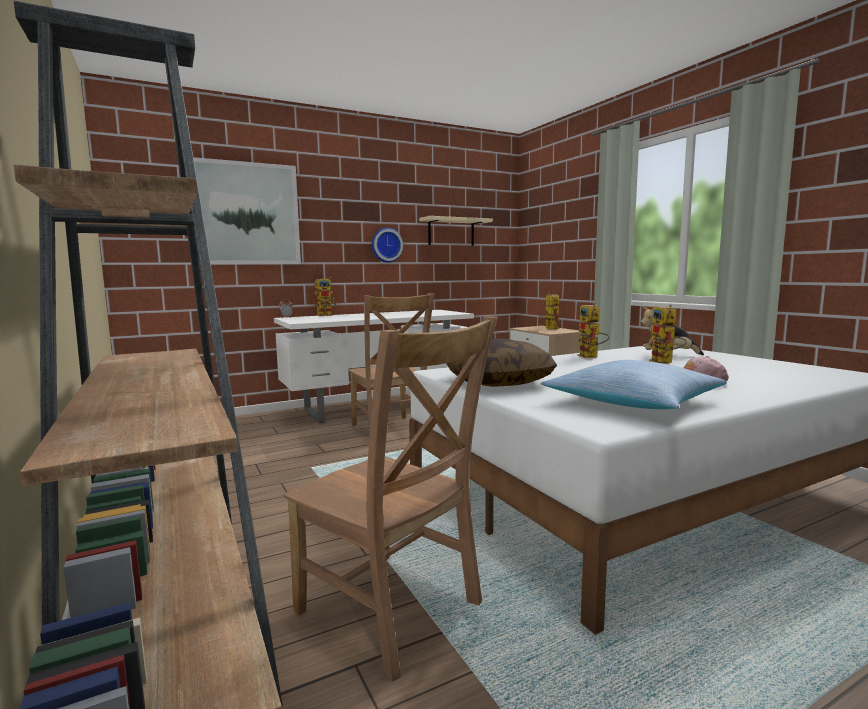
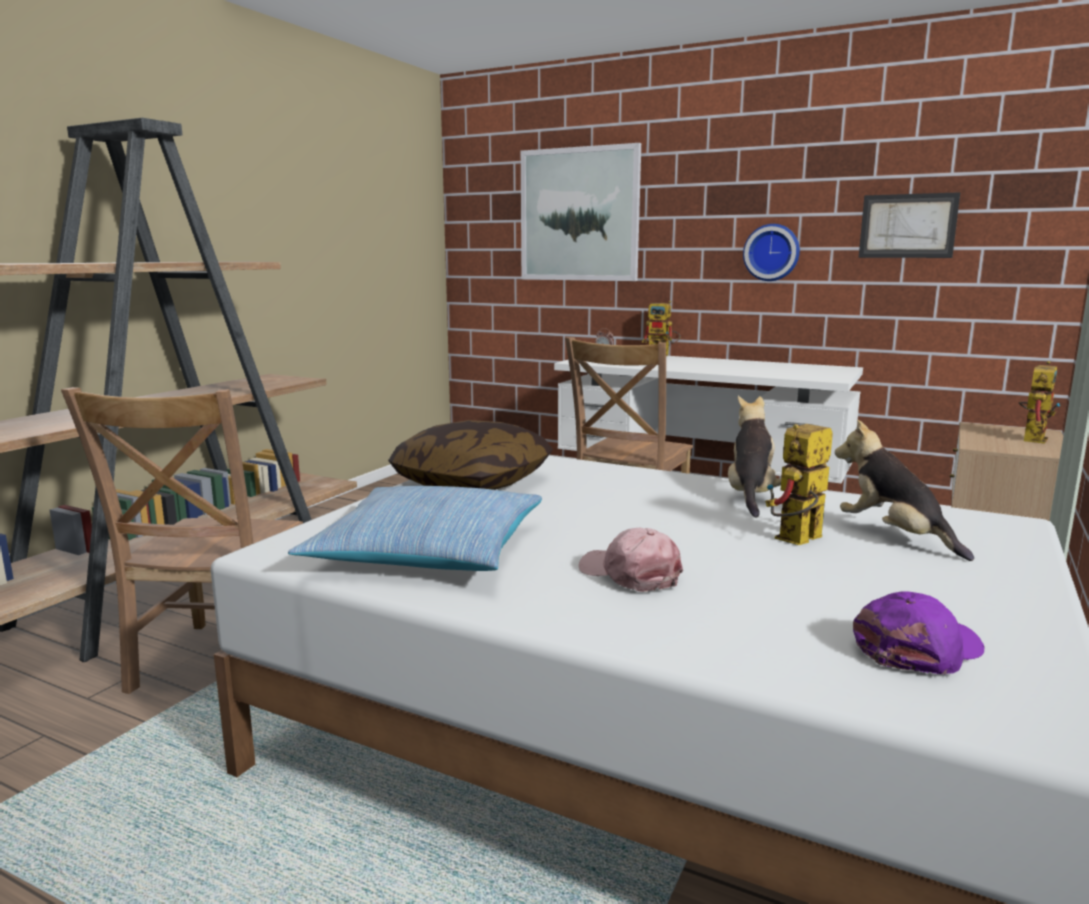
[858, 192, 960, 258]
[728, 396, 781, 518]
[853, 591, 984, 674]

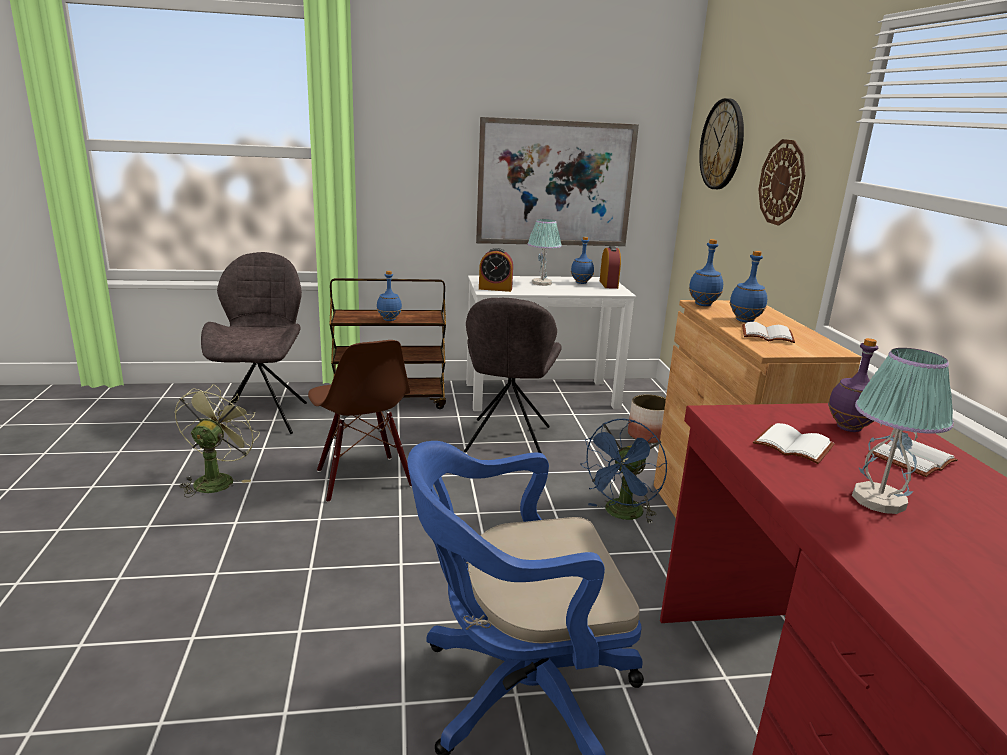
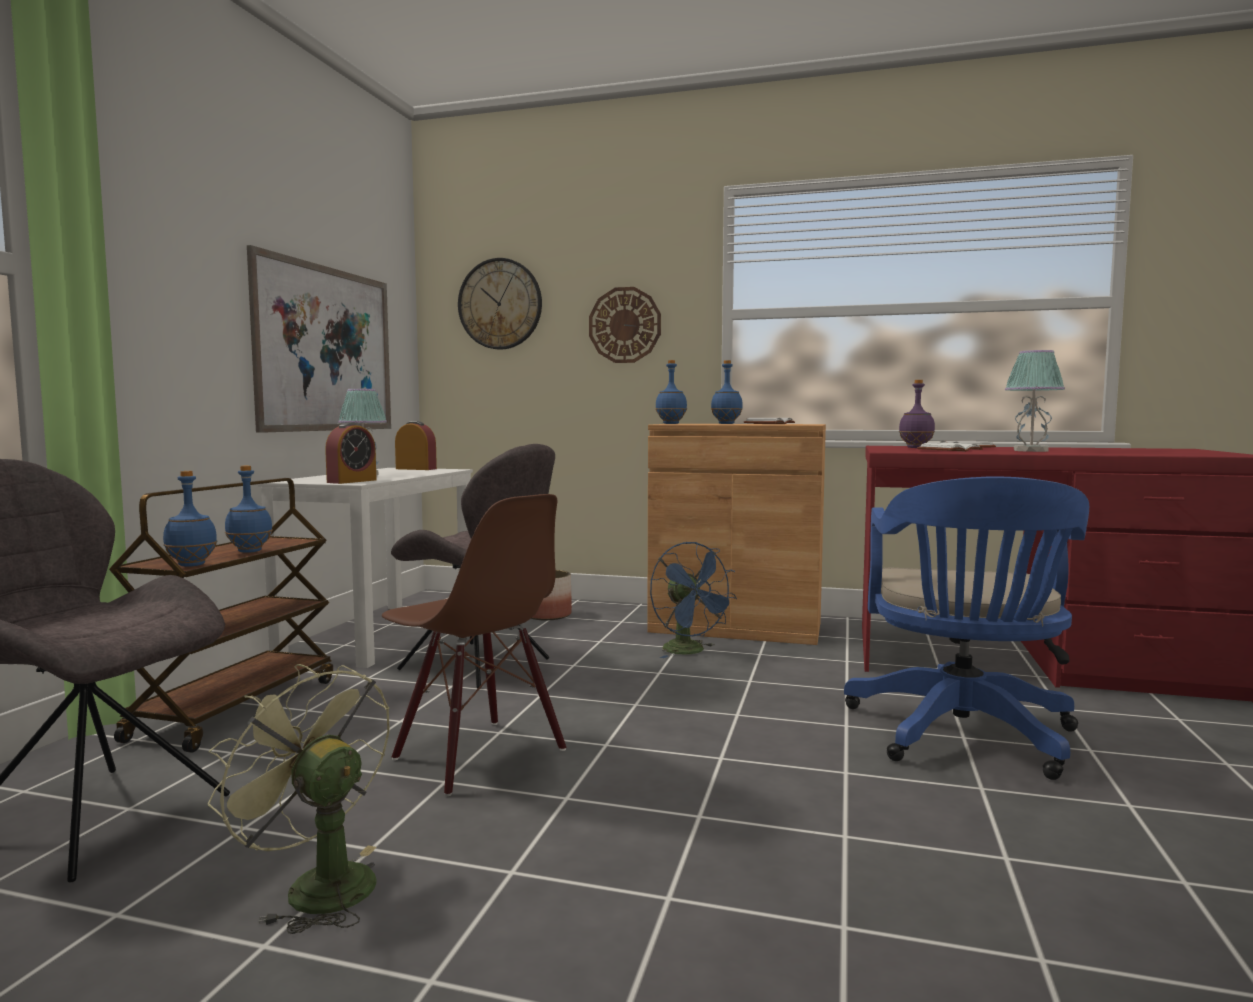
[163, 471, 217, 567]
[382, 494, 566, 796]

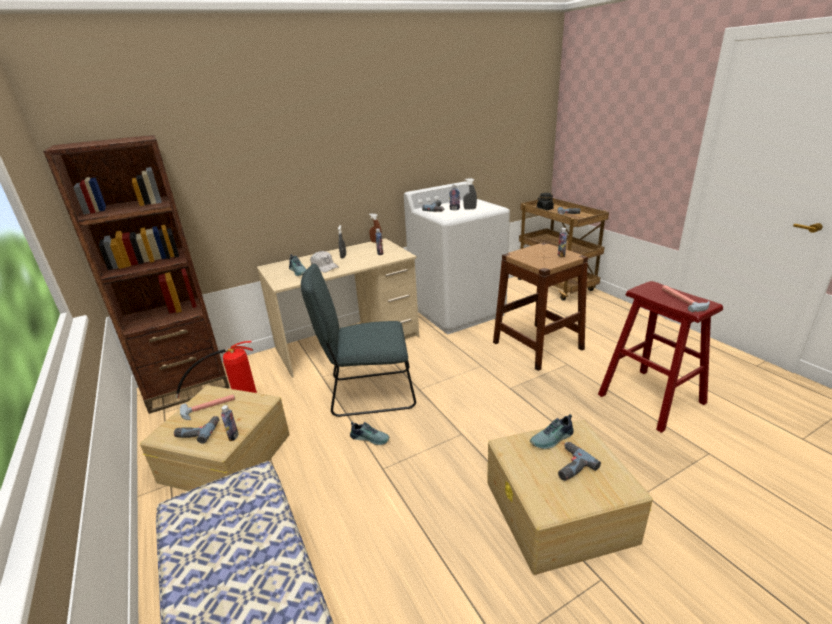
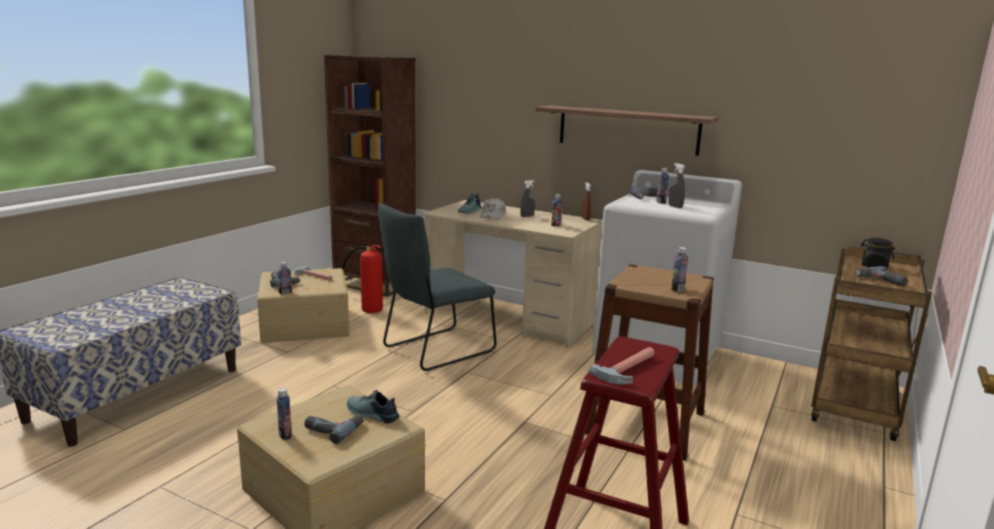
[378, 203, 497, 371]
[350, 421, 390, 445] (first image)
[535, 105, 719, 156]
[277, 388, 292, 440]

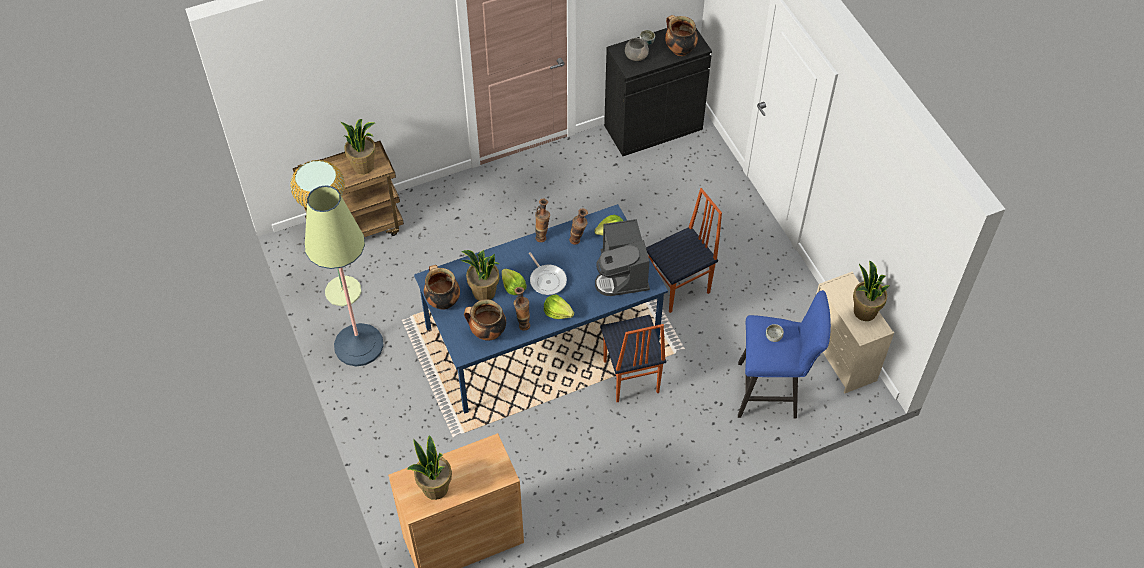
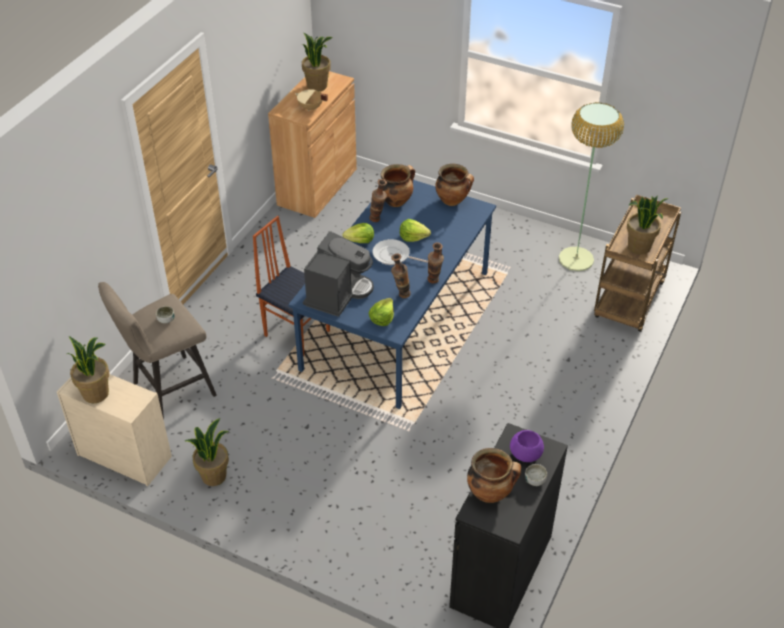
[510, 430, 544, 462]
[305, 185, 384, 367] (first image)
[646, 188, 722, 313] (first image)
[303, 231, 374, 317]
[185, 418, 229, 486]
[98, 282, 217, 419]
[295, 89, 328, 111]

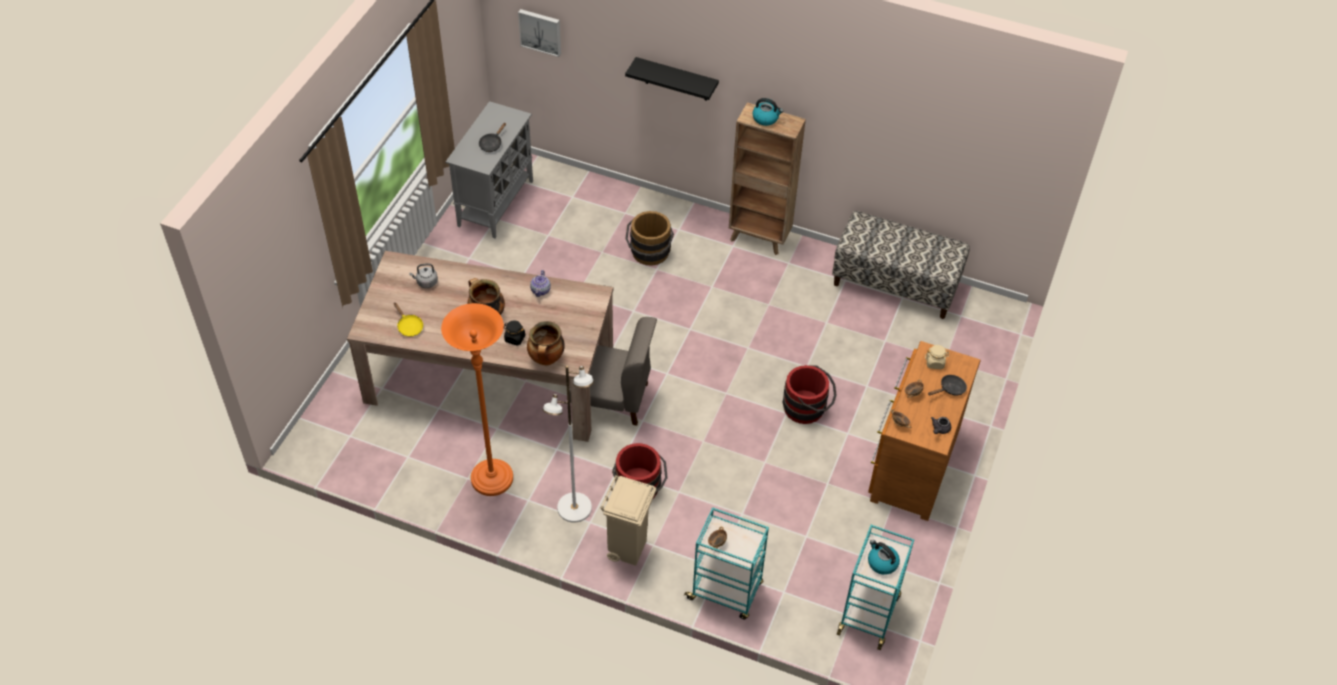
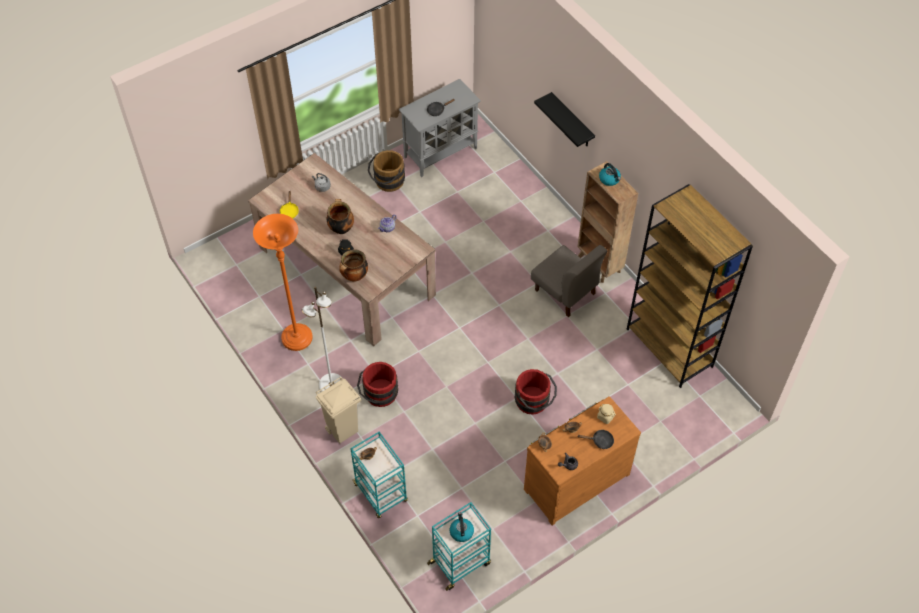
[518, 9, 561, 57] (first image)
[368, 150, 405, 192]
[627, 184, 753, 388]
[531, 245, 607, 317]

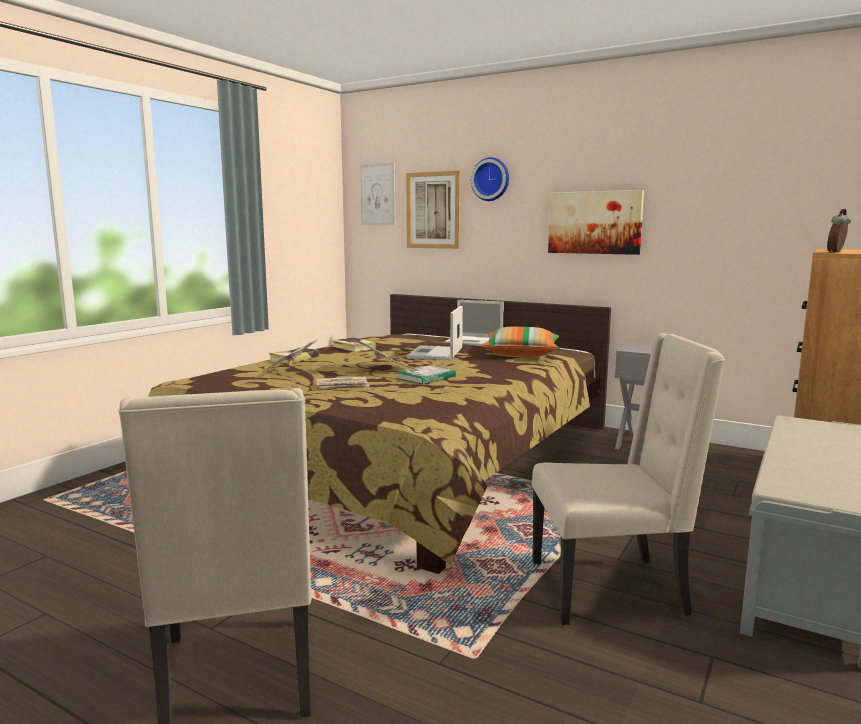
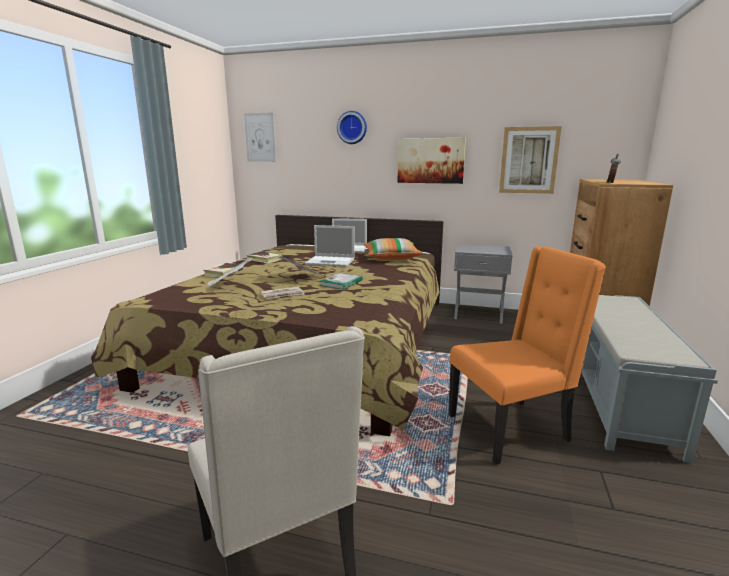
[499, 126, 562, 194]
[305, 225, 355, 267]
[449, 246, 606, 464]

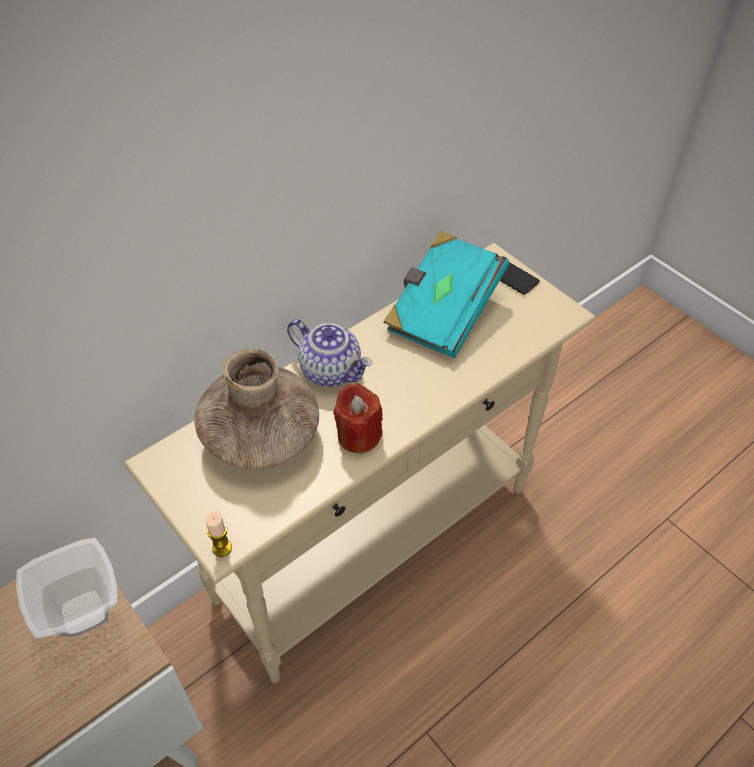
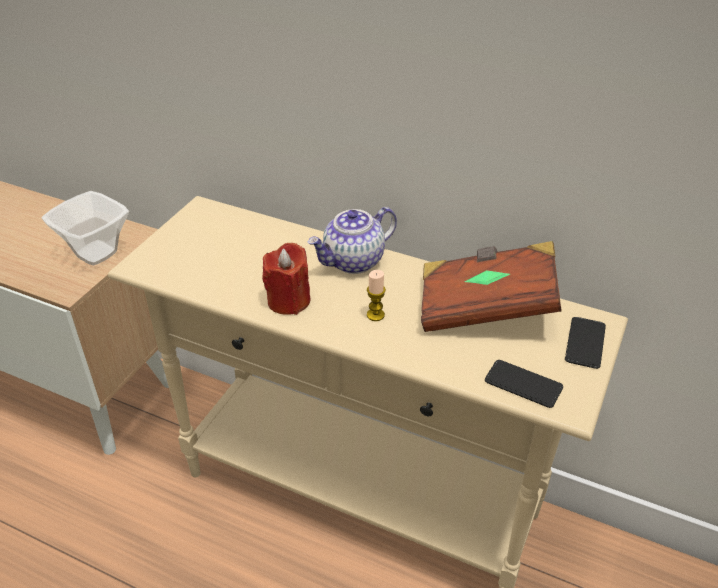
[421, 241, 562, 332]
[308, 207, 397, 274]
[194, 349, 319, 469] (first image)
[367, 270, 386, 321]
[485, 360, 563, 408]

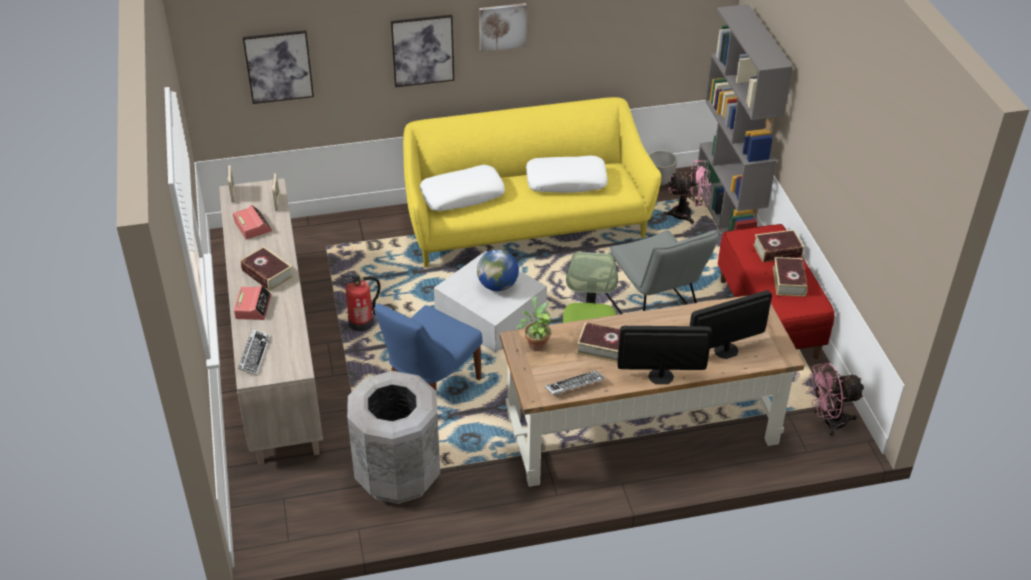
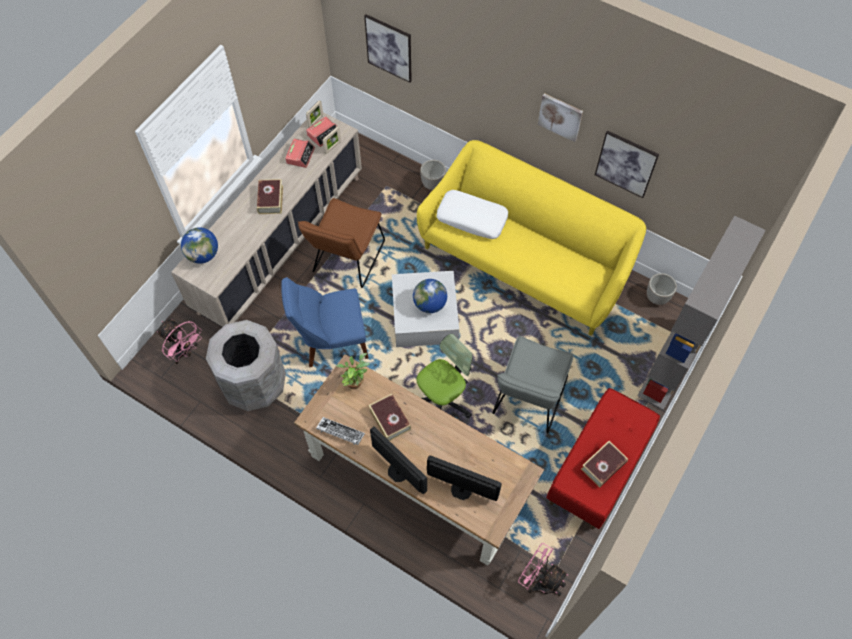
[595, 130, 659, 198]
[526, 156, 608, 193] (first image)
[157, 319, 202, 364]
[753, 230, 804, 262] (first image)
[298, 198, 385, 288]
[306, 117, 337, 147]
[181, 227, 218, 264]
[420, 160, 446, 190]

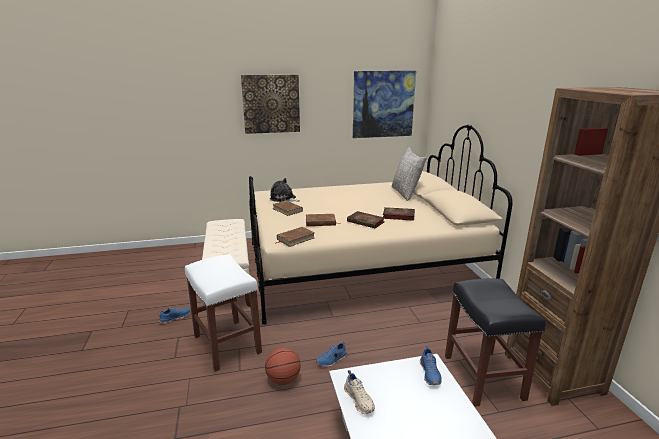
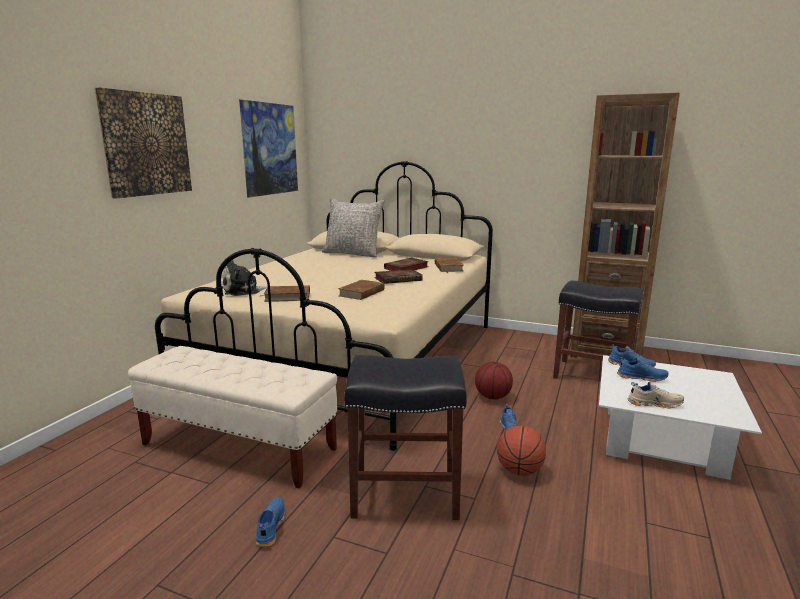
[435, 258, 464, 273]
[344, 355, 467, 520]
[617, 357, 669, 382]
[475, 362, 513, 400]

